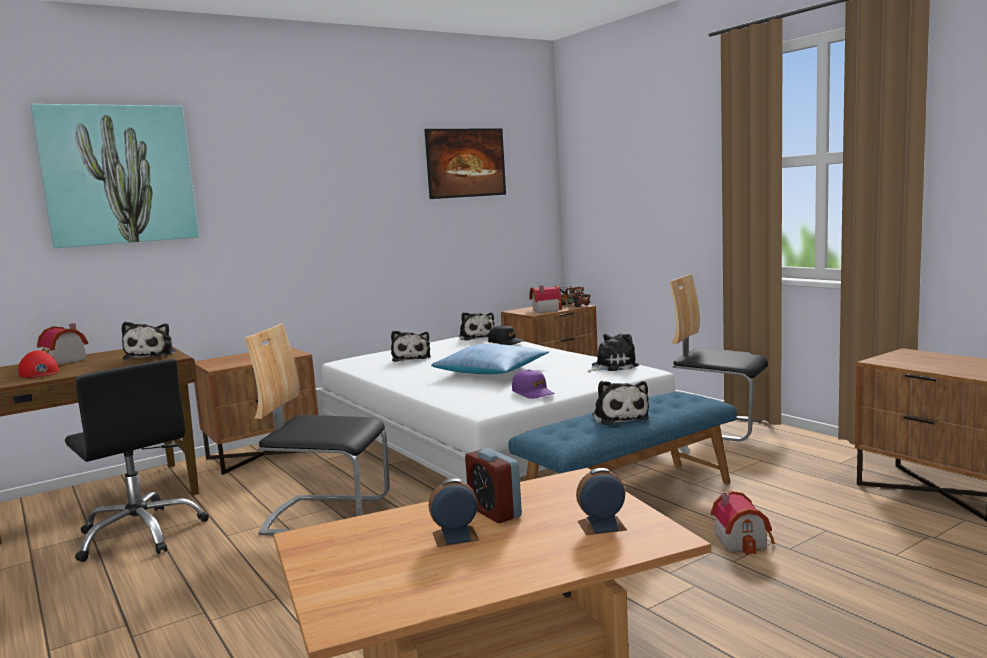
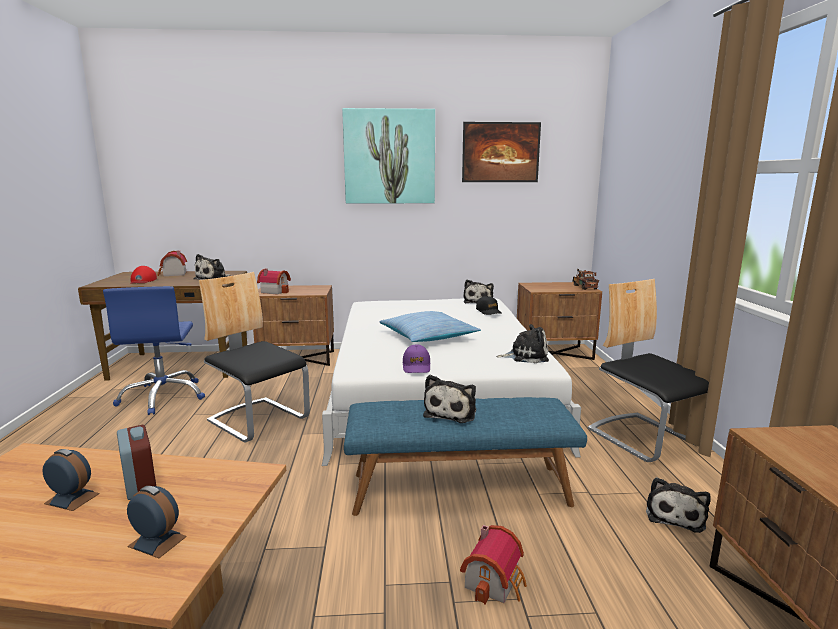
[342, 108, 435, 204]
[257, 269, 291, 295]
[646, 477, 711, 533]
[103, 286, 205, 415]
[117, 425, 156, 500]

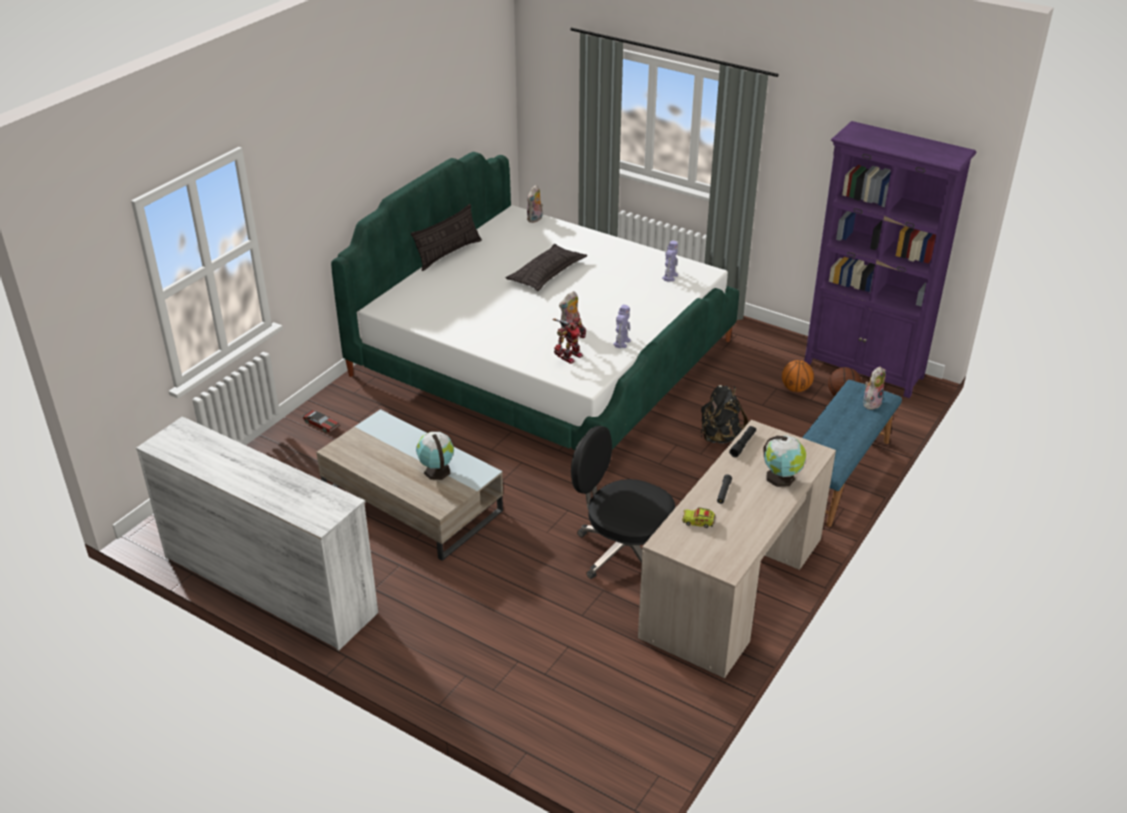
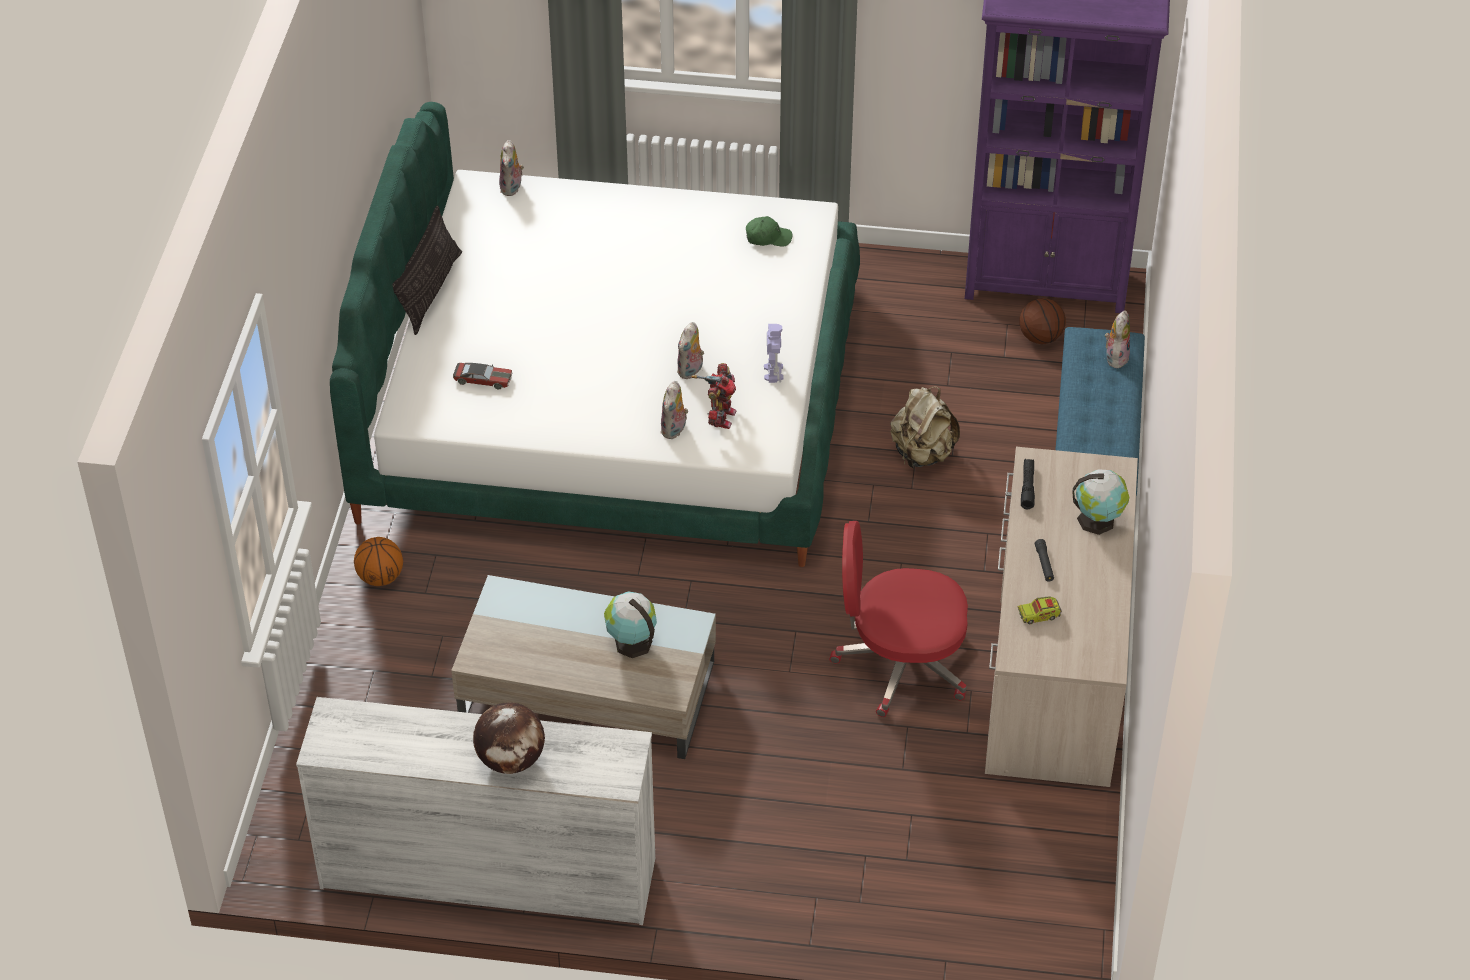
[746, 216, 792, 246]
[506, 244, 587, 291] (first image)
[354, 537, 403, 586]
[890, 386, 960, 468]
[453, 363, 513, 390]
[830, 521, 968, 717]
[661, 381, 688, 439]
[473, 702, 545, 774]

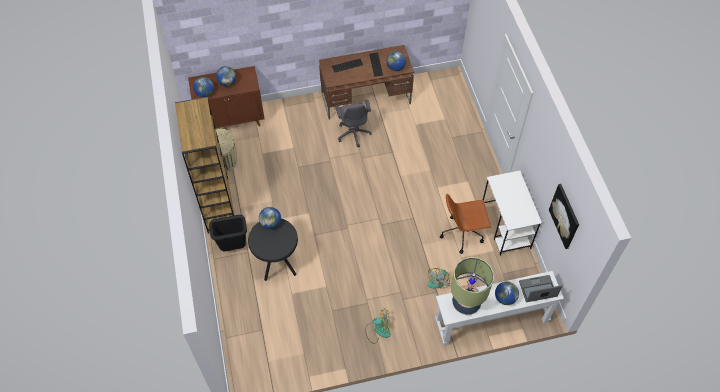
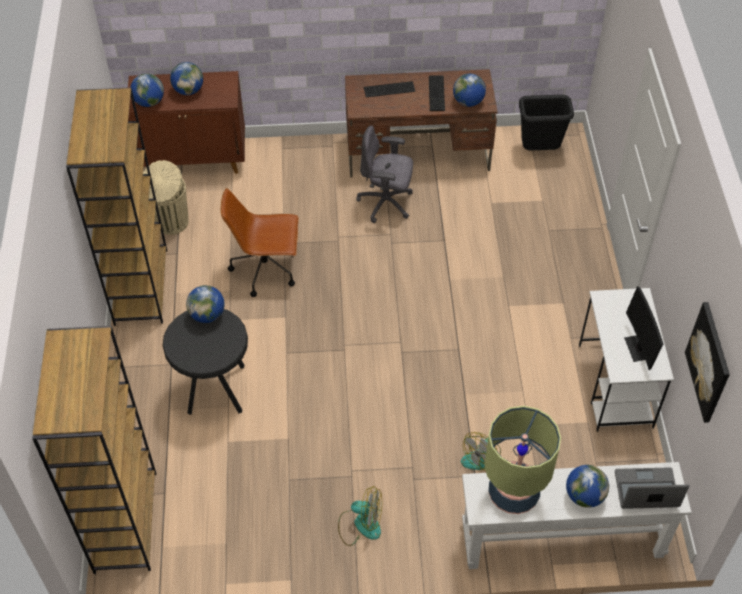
[356, 126, 413, 223]
[221, 188, 299, 297]
[519, 95, 574, 150]
[624, 286, 663, 370]
[32, 326, 156, 574]

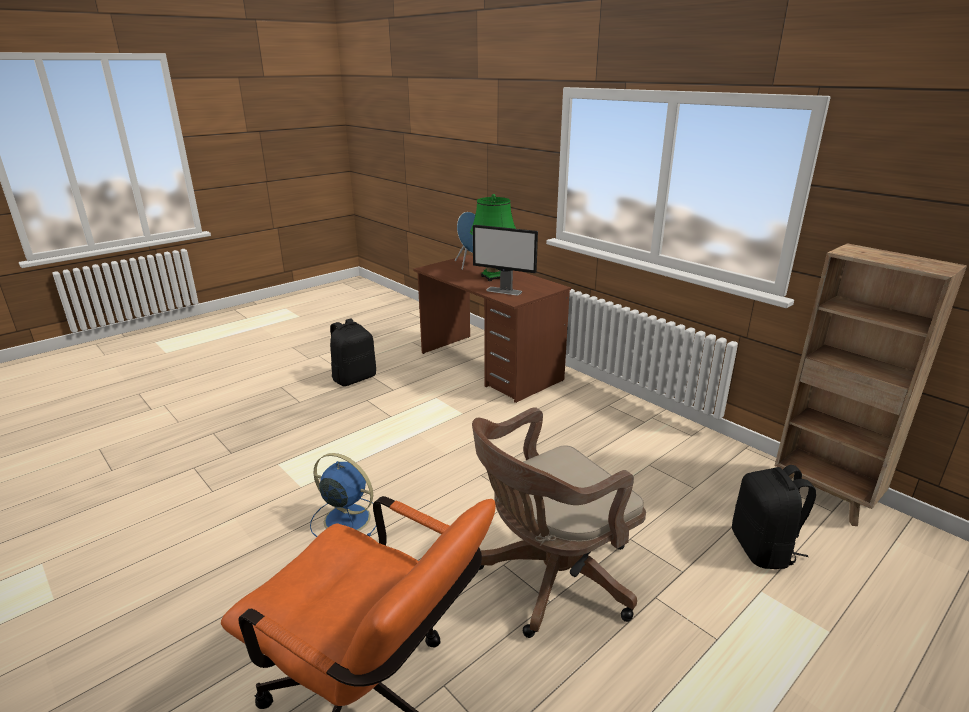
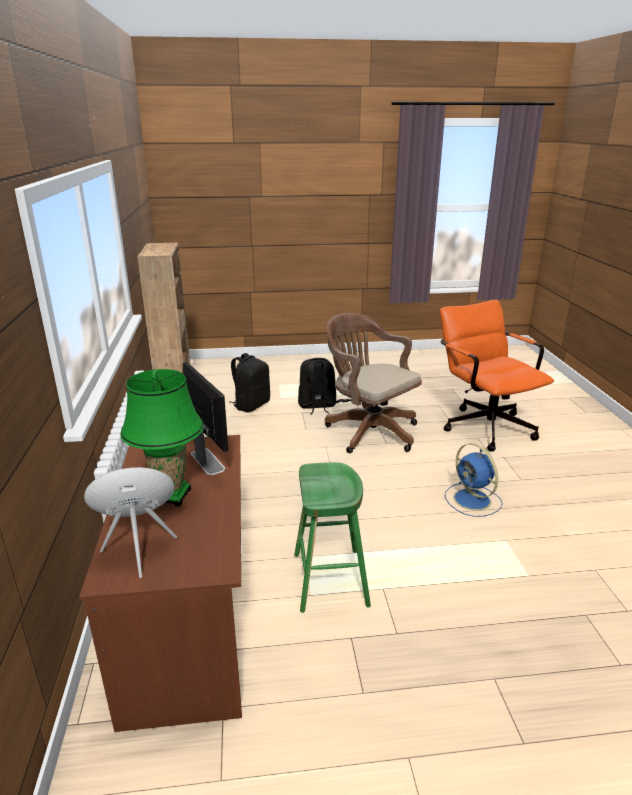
[298, 358, 336, 414]
[325, 313, 422, 453]
[294, 462, 371, 613]

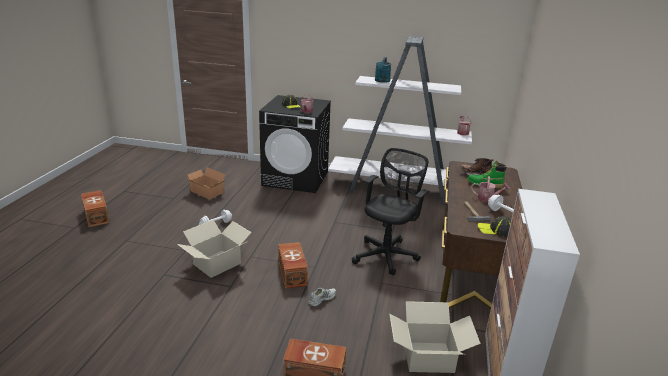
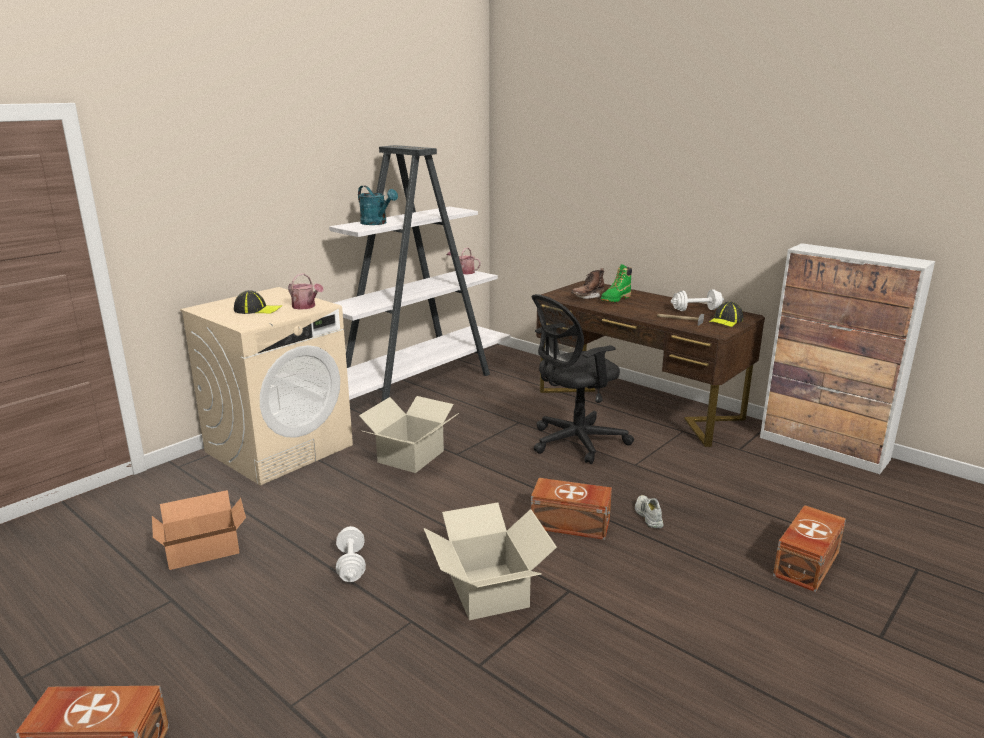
[180, 287, 353, 485]
[531, 294, 634, 464]
[471, 176, 510, 202] (first image)
[359, 396, 459, 473]

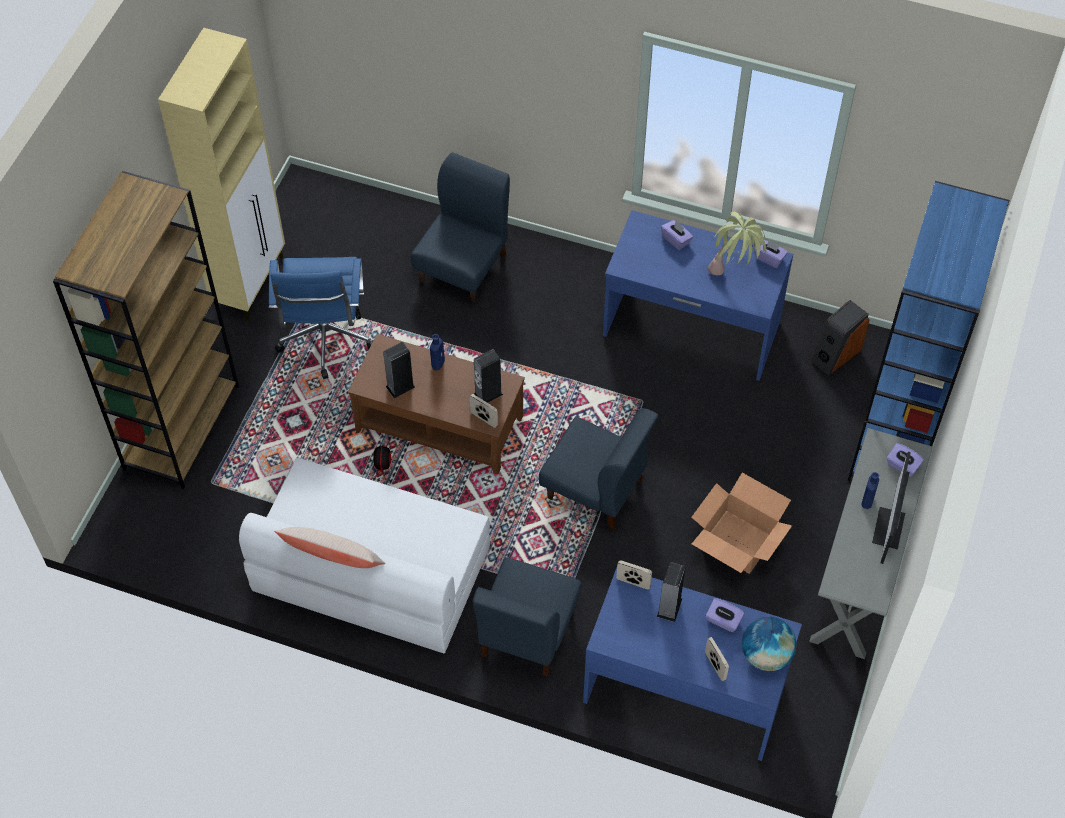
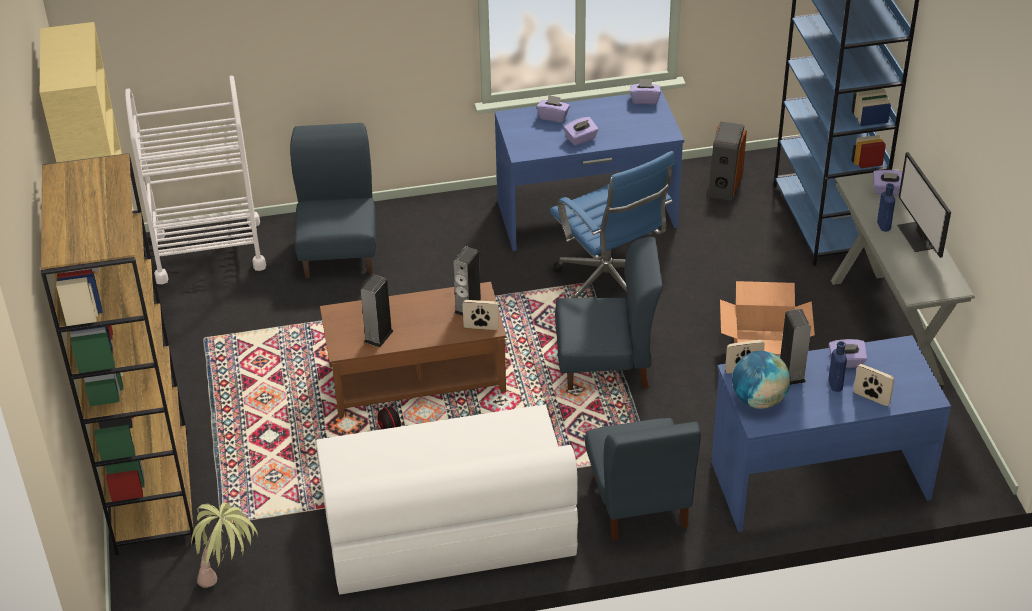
[191, 502, 258, 588]
[550, 151, 675, 298]
[828, 341, 847, 392]
[274, 527, 386, 568] (first image)
[732, 351, 790, 409]
[125, 76, 266, 284]
[564, 117, 599, 146]

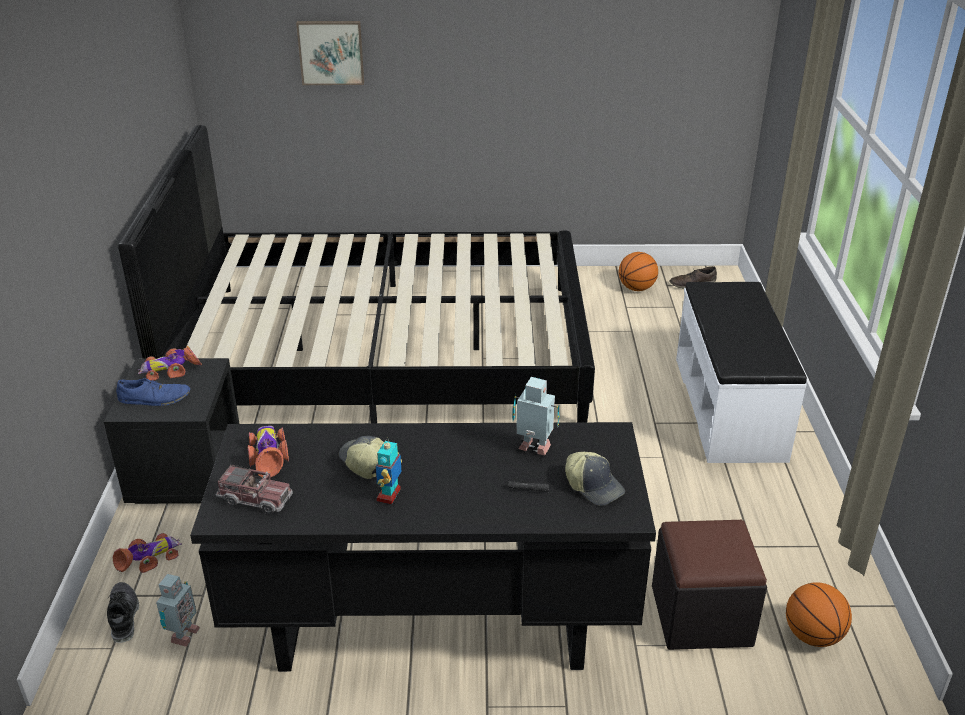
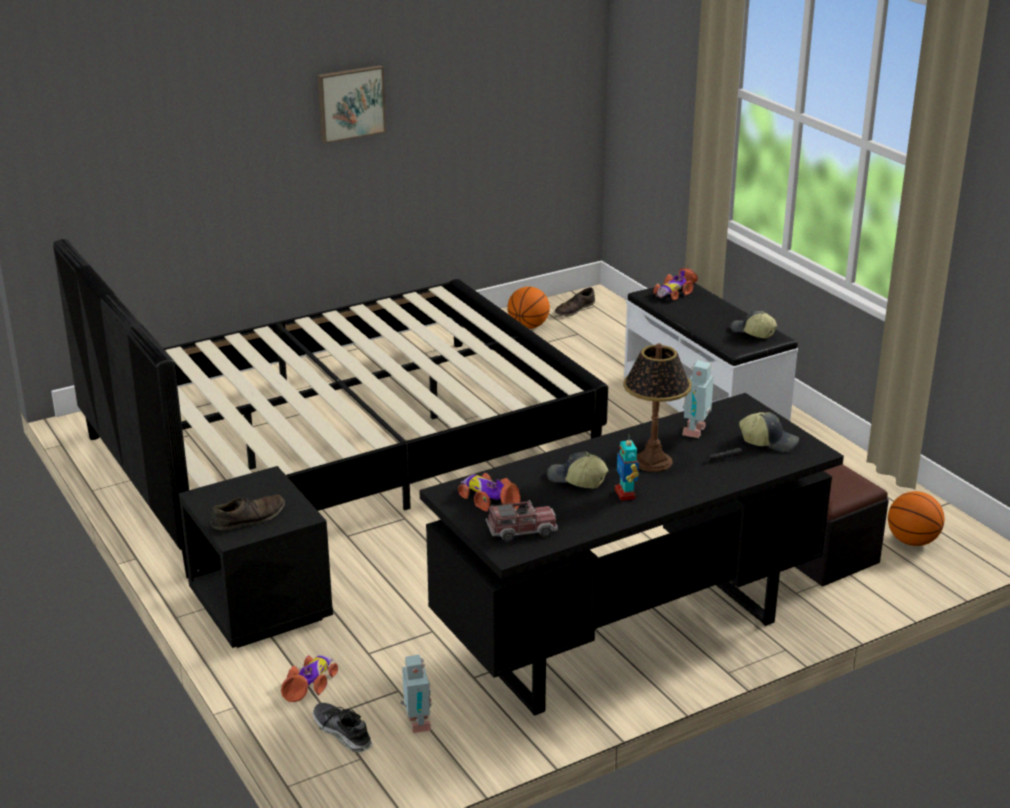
[318, 65, 386, 143]
[653, 268, 698, 300]
[682, 360, 714, 438]
[211, 495, 285, 530]
[731, 311, 777, 339]
[623, 343, 692, 472]

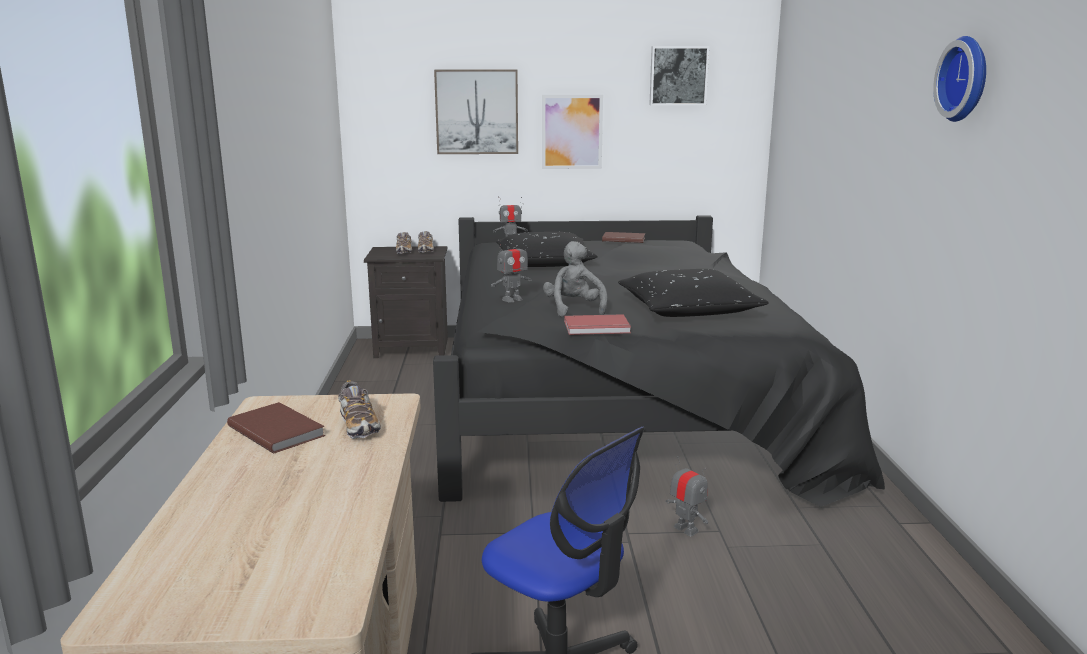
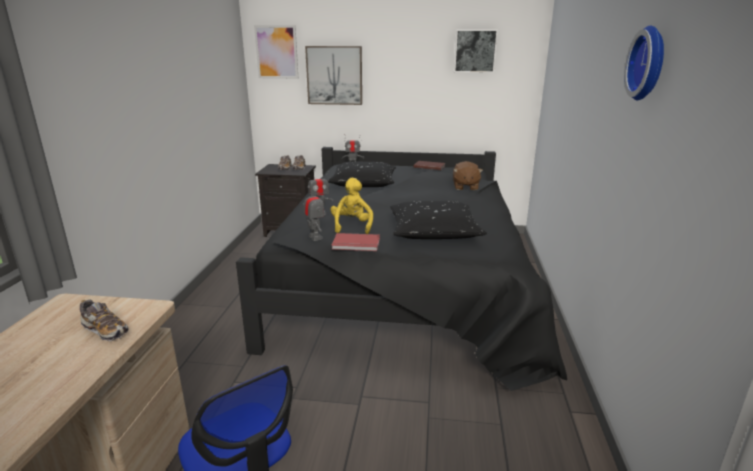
[254, 25, 299, 79]
[331, 178, 373, 234]
[80, 300, 129, 341]
[227, 402, 325, 453] (first image)
[303, 187, 324, 241]
[453, 161, 483, 190]

